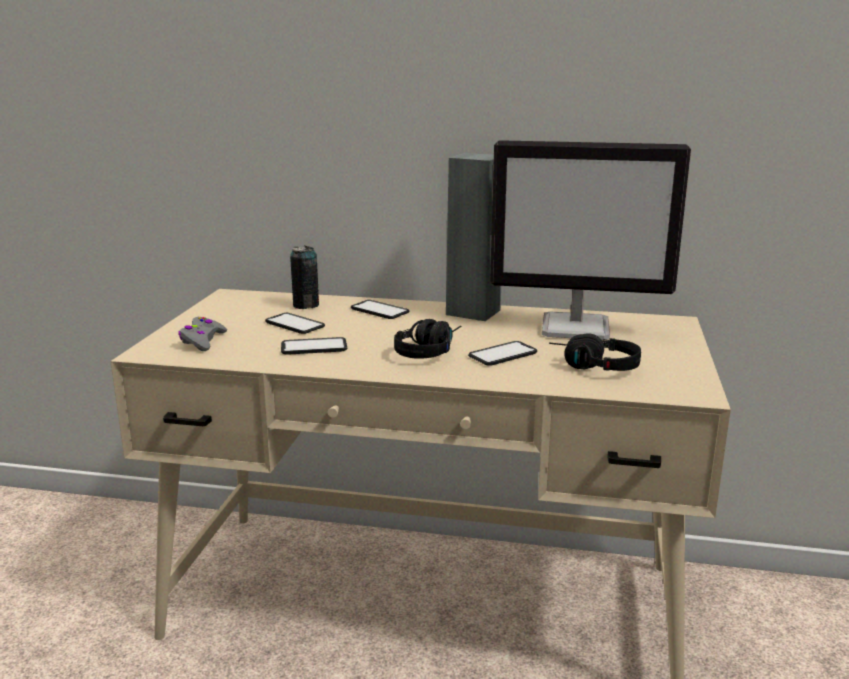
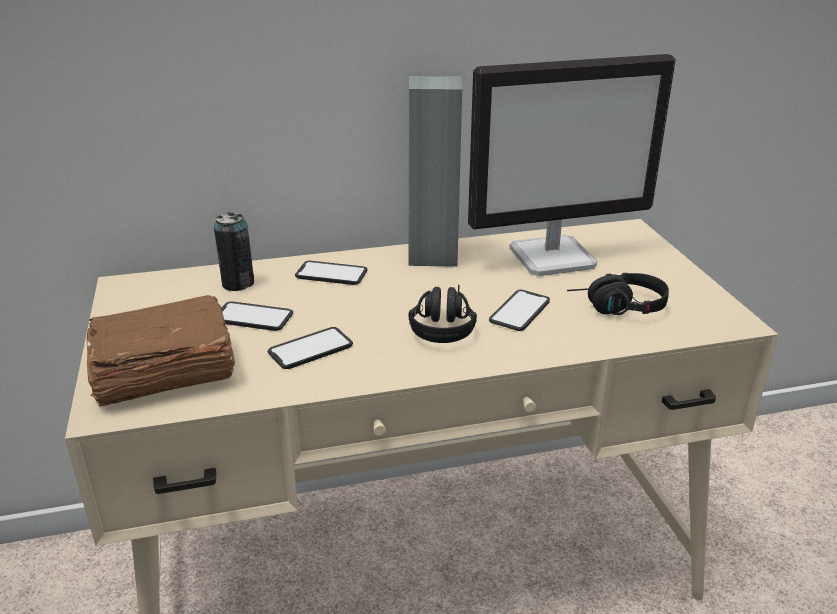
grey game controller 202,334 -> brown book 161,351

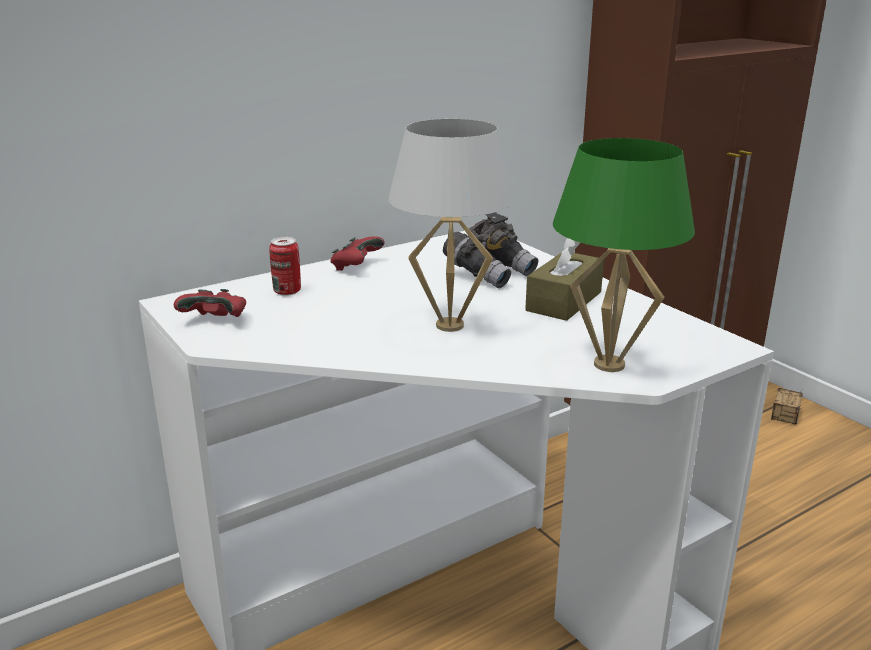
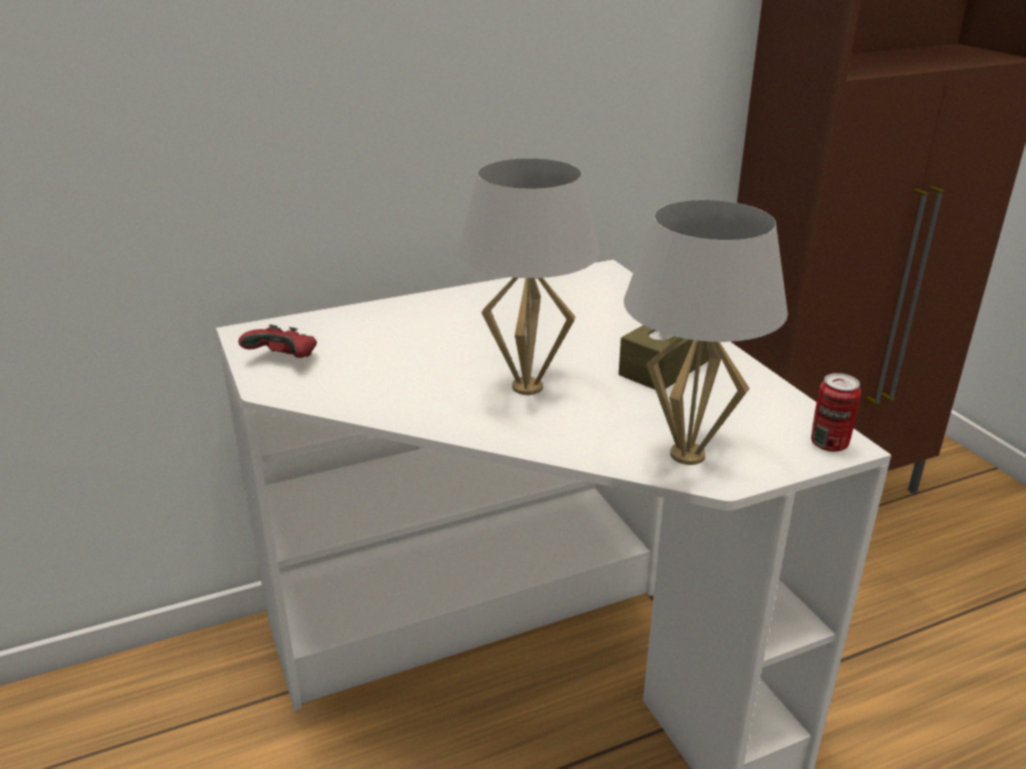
can 285,266 -> can 836,412, shifted
red game controller 357,253 -> none
grey binoculars 490,250 -> none
green table lamp 624,255 -> white table lamp 706,332
storage box 787,406 -> none

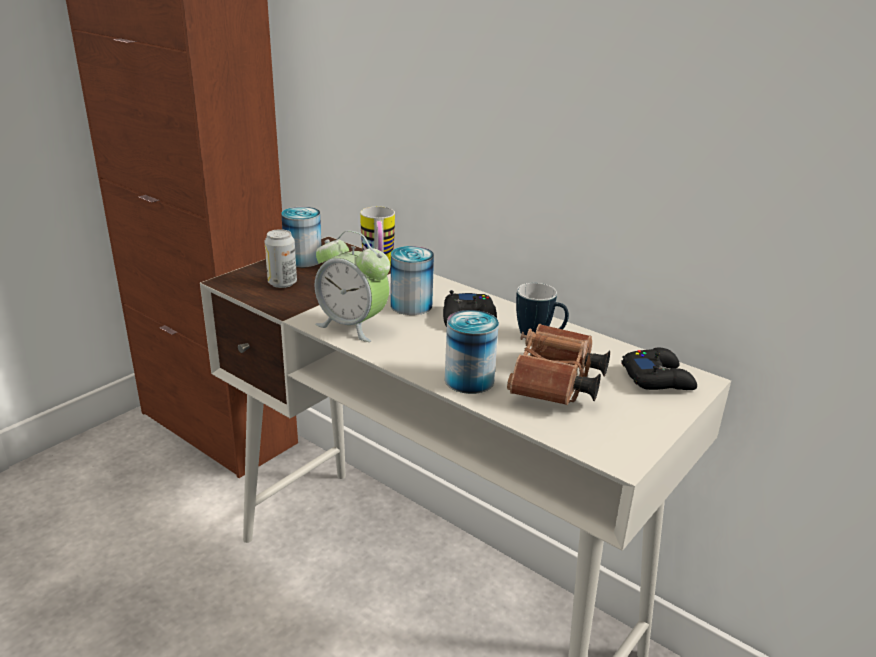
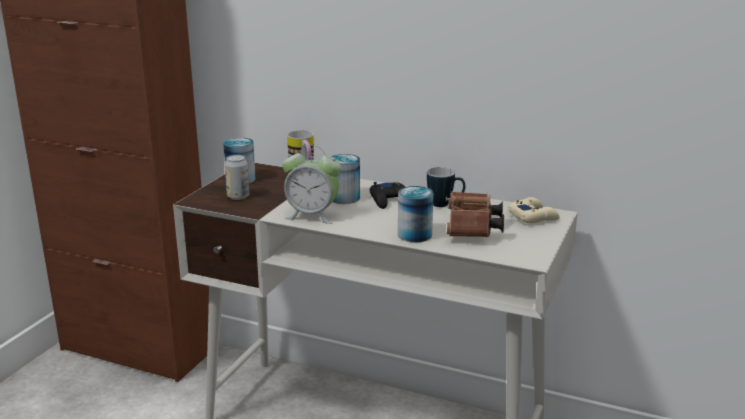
black game controller 659,369 -> beige game controller 534,210

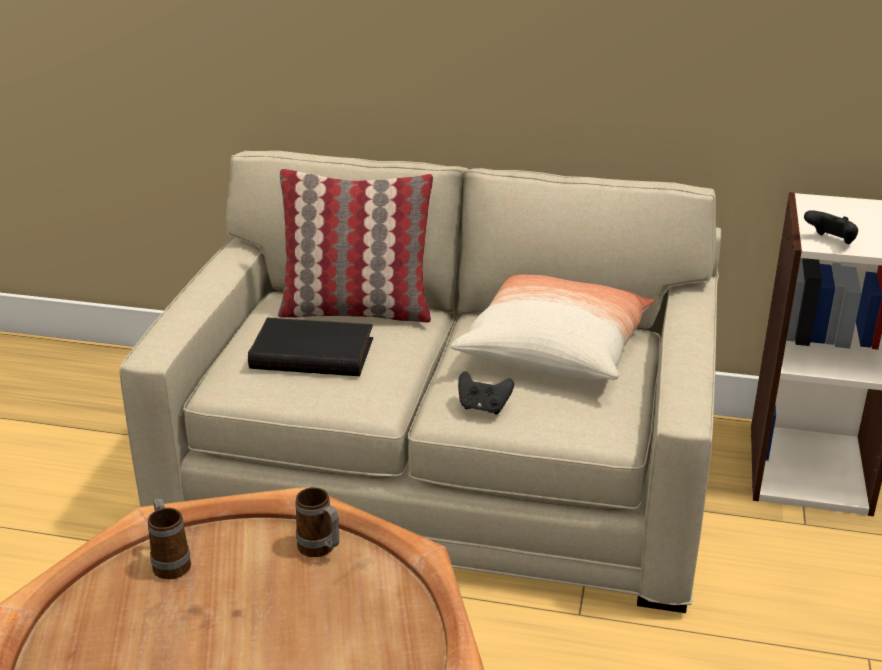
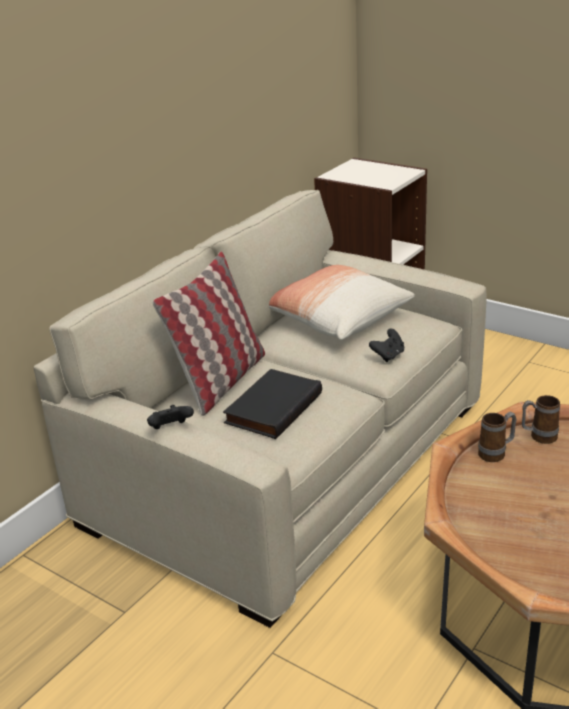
mug 169,538 -> mug 541,419, shifted
black game controller 831,227 -> black game controller 170,417, shifted

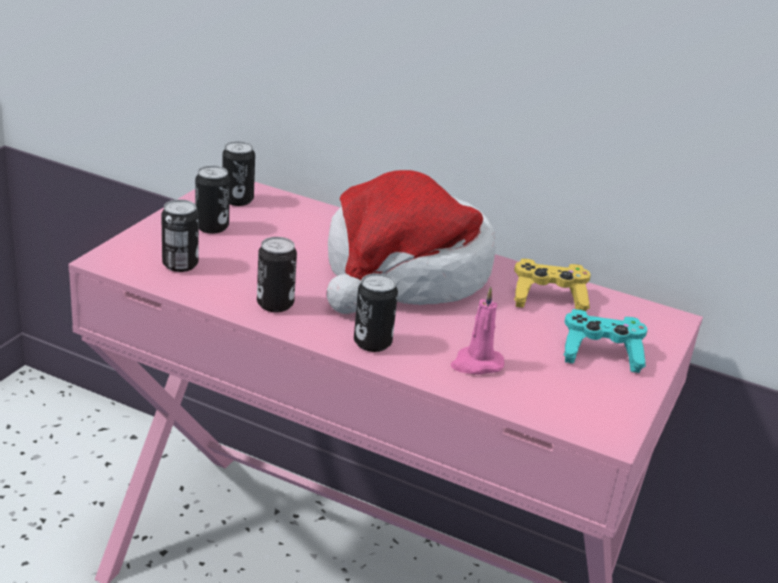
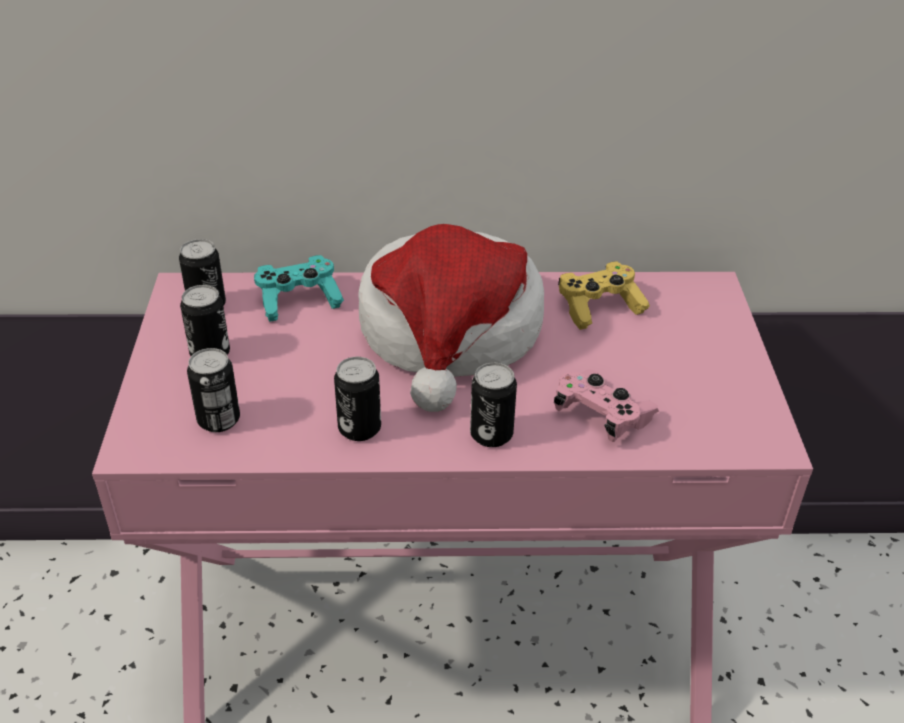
pink candle 478,331 -> pink game controller 606,405
turquoise game controller 605,341 -> turquoise game controller 299,288, shifted

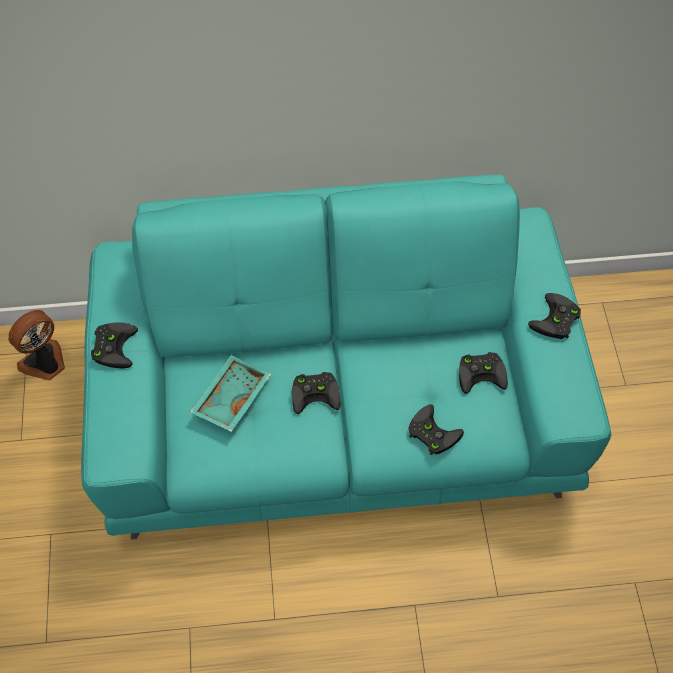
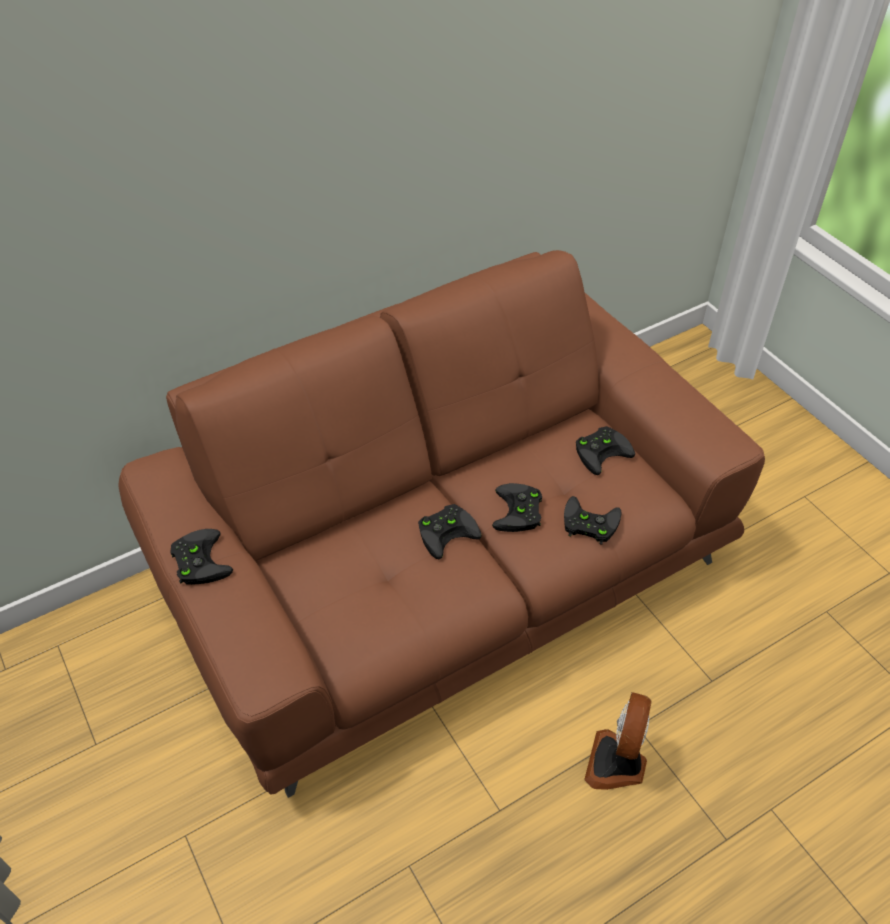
fan 36,345 -> fan 618,741, shifted
turquoise sofa 346,357 -> brown sofa 441,524
turquoise tray 230,393 -> none
black game controller 554,316 -> black game controller 517,507, shifted

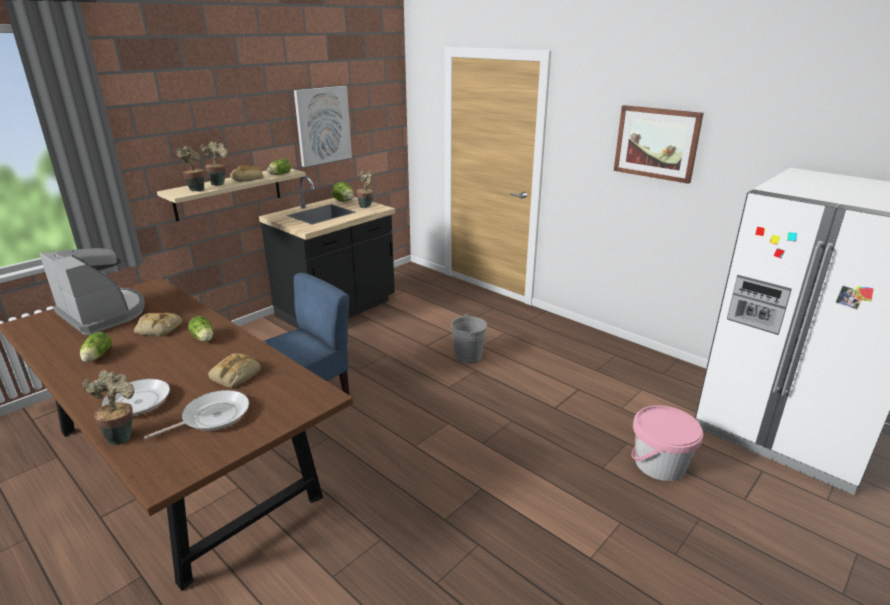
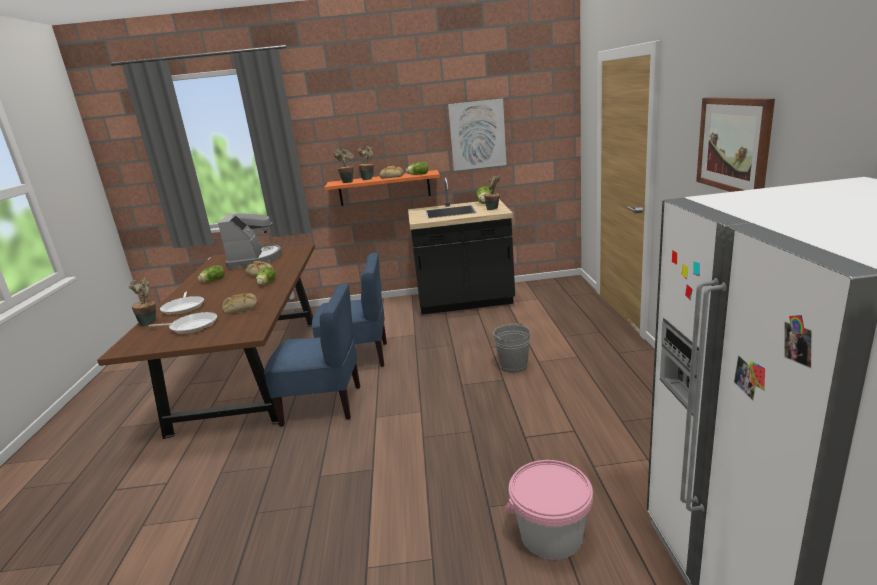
beige shelf 231,194 -> orange shelf 382,188
none -> blue chair 312,355

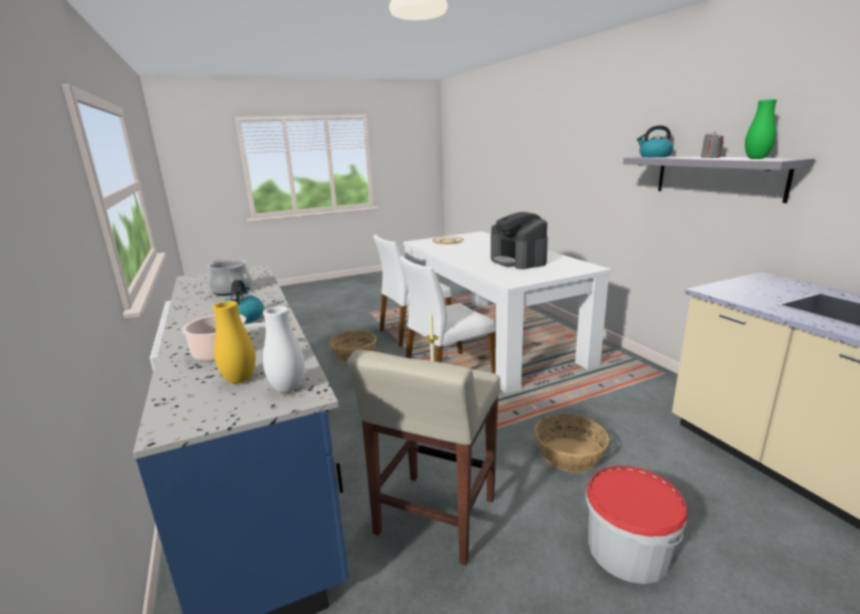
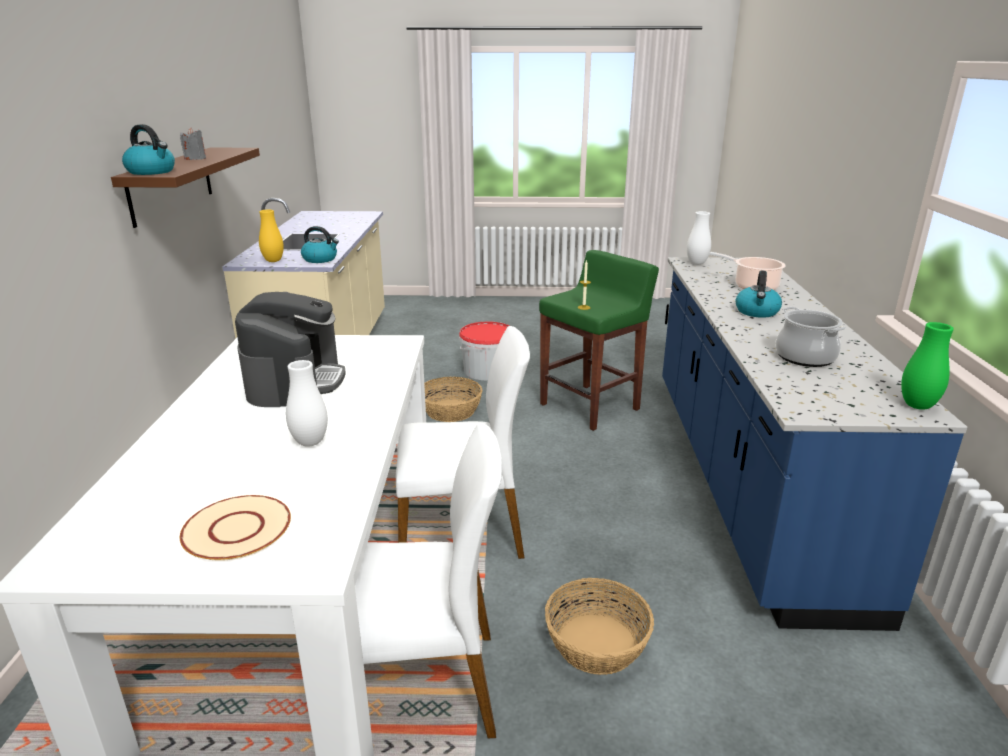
yellow vase 234,342 -> yellow vase 271,235, shifted
beige stool 423,457 -> green stool 599,340
grey shelf 719,179 -> brown shelf 185,188
green vase 761,129 -> green vase 927,366, shifted
none -> white vase 307,403
none -> kettle 320,244

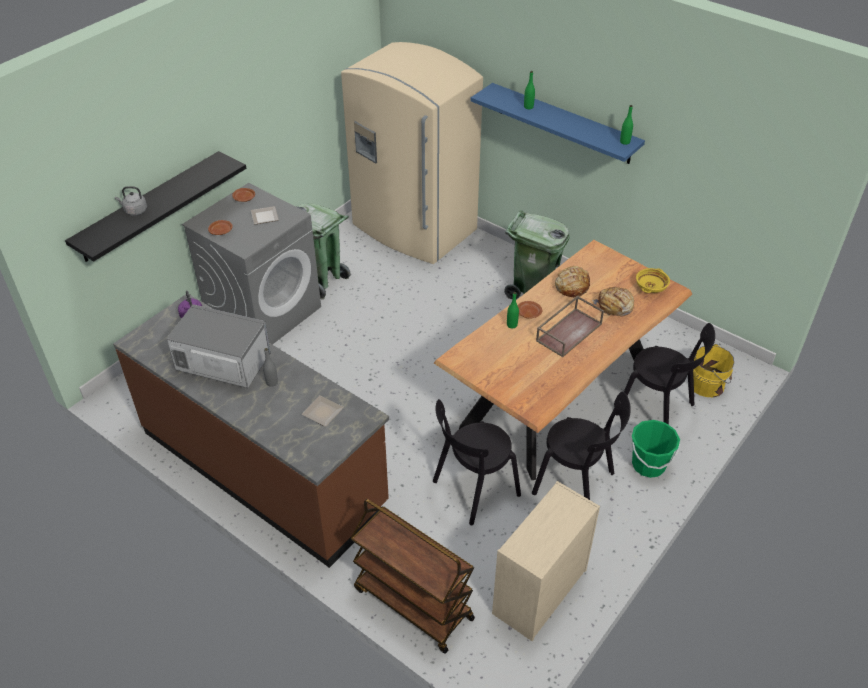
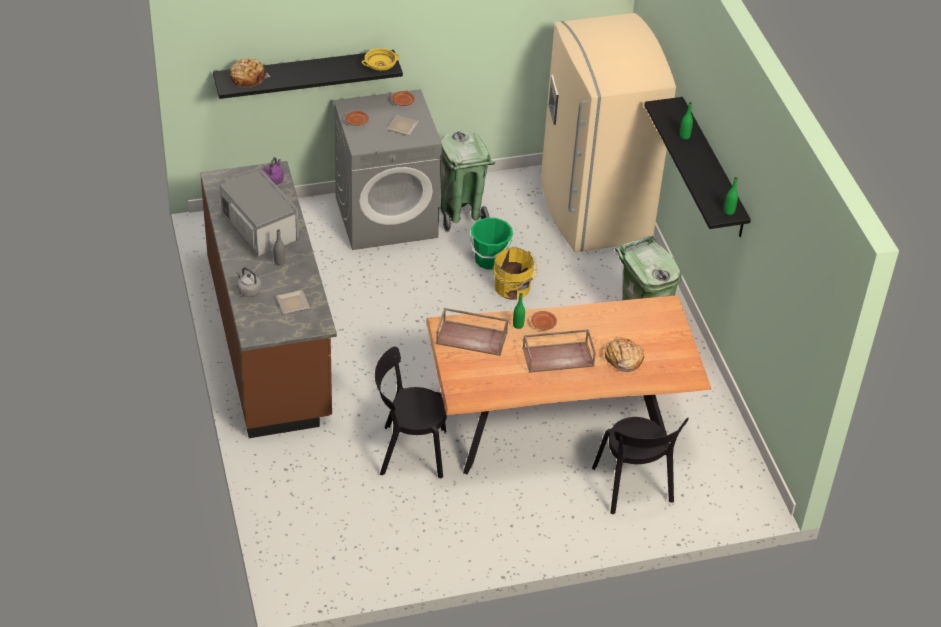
grey kettle 131,201 -> grey kettle 248,282, shifted
brown cart 412,576 -> none
blue shelf 558,123 -> black shelf 697,167
beige dresser 546,561 -> none
black chair 581,446 -> none
bread 572,281 -> bread 250,73, shifted
green bucket 656,449 -> green bucket 491,243, shifted
yellow bowl 653,280 -> yellow bowl 381,59, shifted
yellow bucket 713,370 -> yellow bucket 515,274, shifted
none -> brown tray 472,332

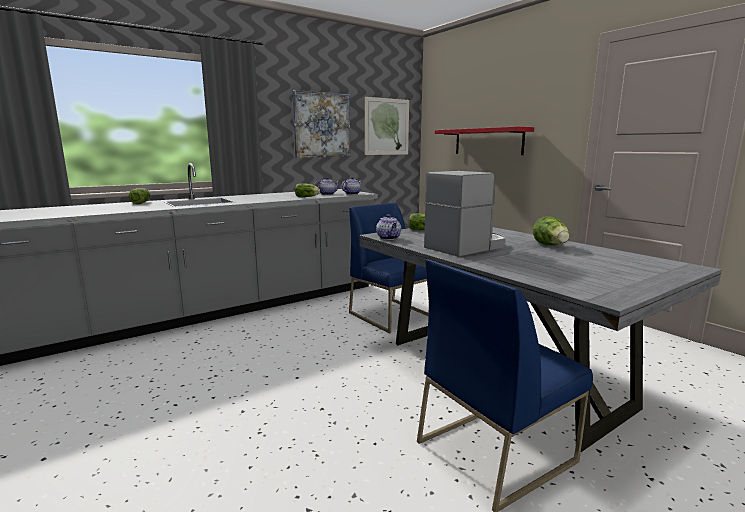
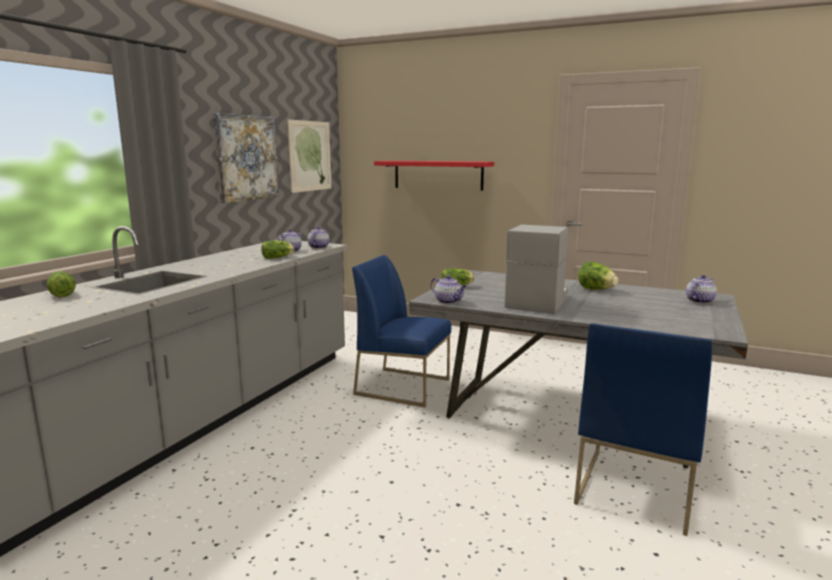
none -> teapot 701,289

